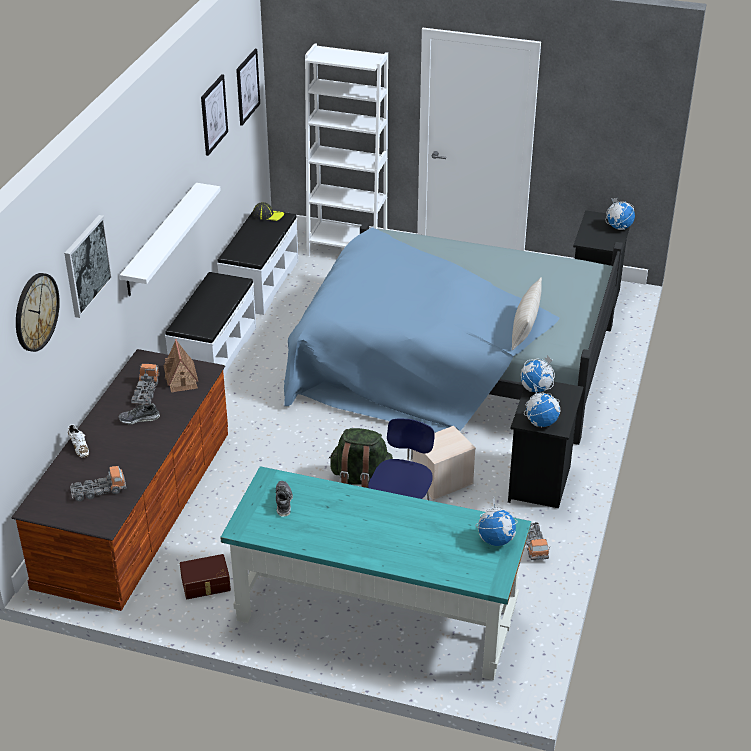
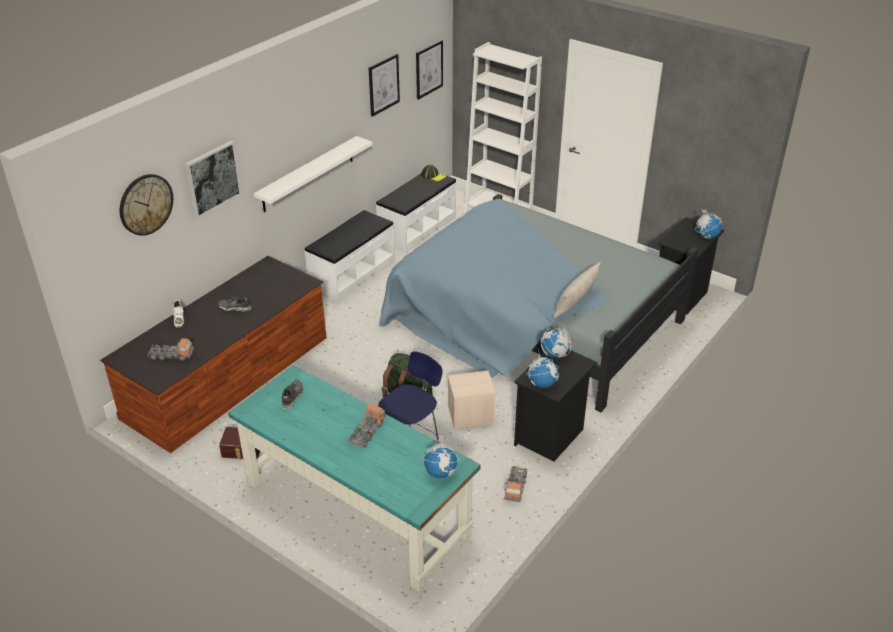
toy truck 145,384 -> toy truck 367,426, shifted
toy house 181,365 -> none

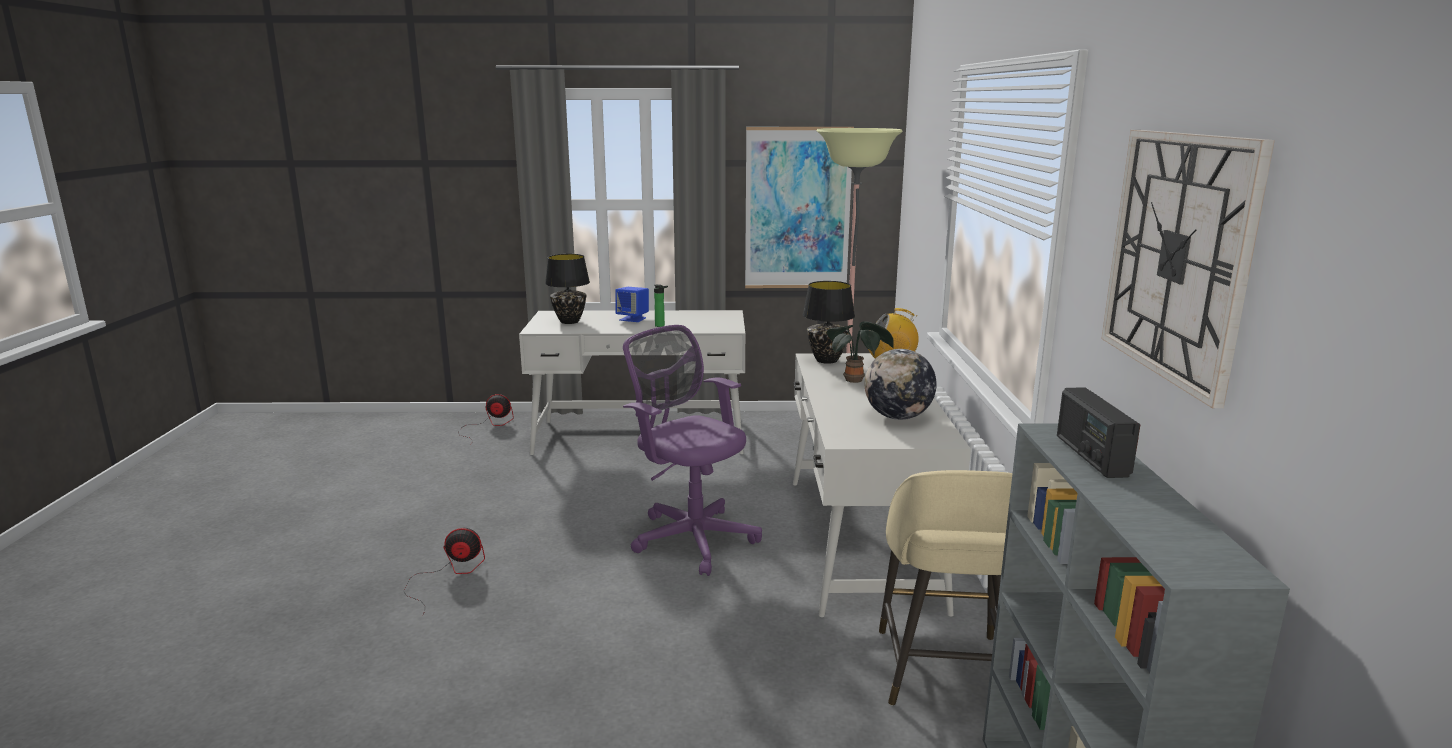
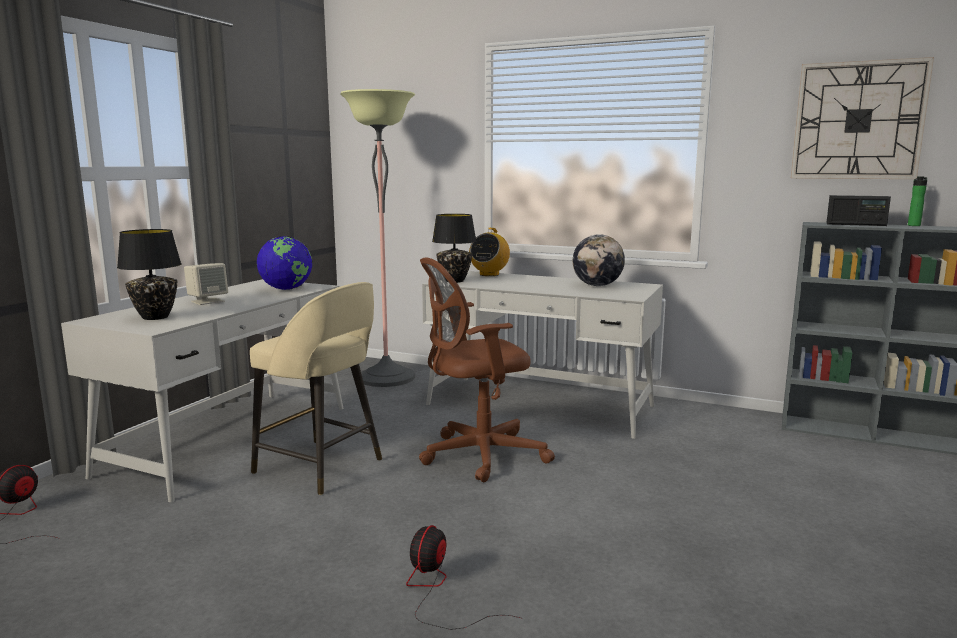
blue speaker 632,304 -> beige speaker 206,284
purple office chair 692,450 -> brown office chair 487,369
bottle 661,305 -> bottle 917,201, shifted
picture 799,207 -> none
potted plant 860,352 -> none
beige stool 946,587 -> beige stool 316,388, shifted
none -> globe 284,263

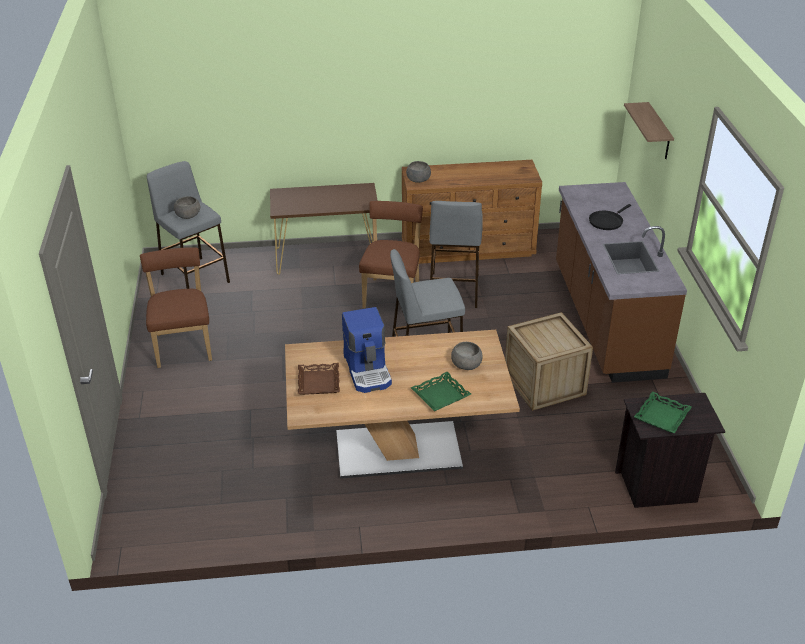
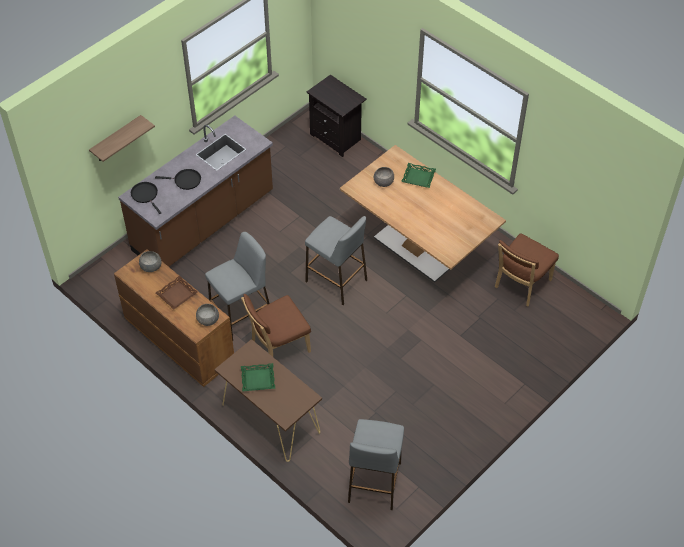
brown chair 176,307 -> brown chair 527,270, shifted
grey bowl 187,207 -> grey bowl 150,261, shifted
brown tray 319,379 -> brown tray 177,293, shifted
coffee machine 367,350 -> none
crate 549,361 -> none
green tray 663,412 -> green tray 258,377, shifted
none -> black frying pan 146,198

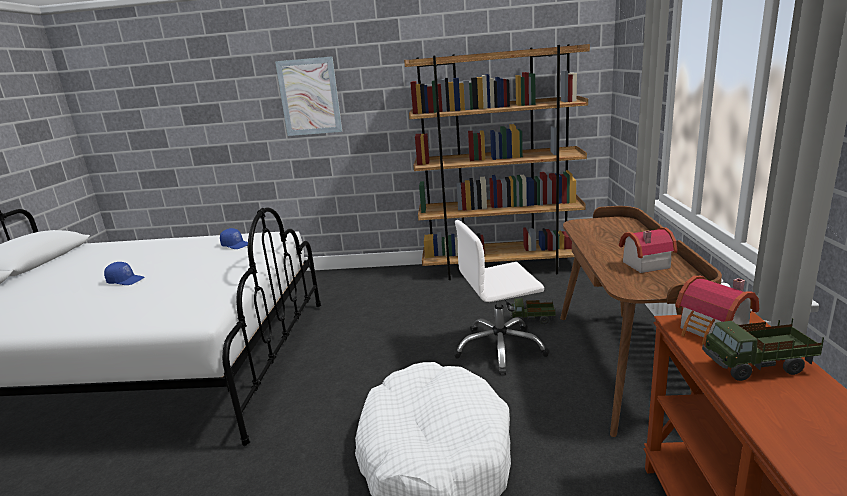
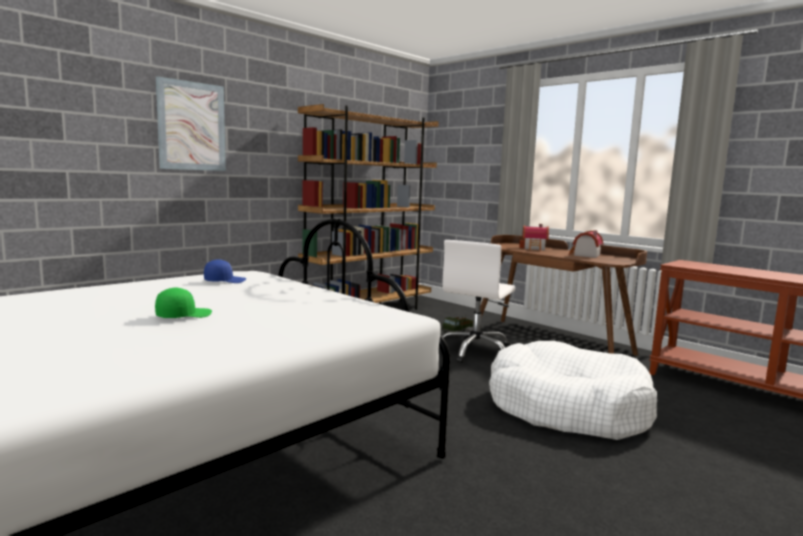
blue cap 124,273 -> green cap 183,302
toy house 717,310 -> toy house 534,237, shifted
toy truck 763,349 -> none

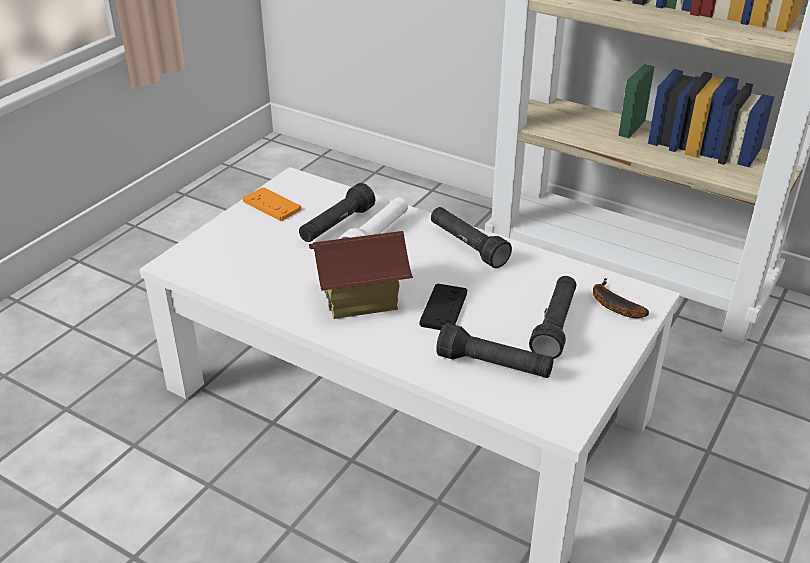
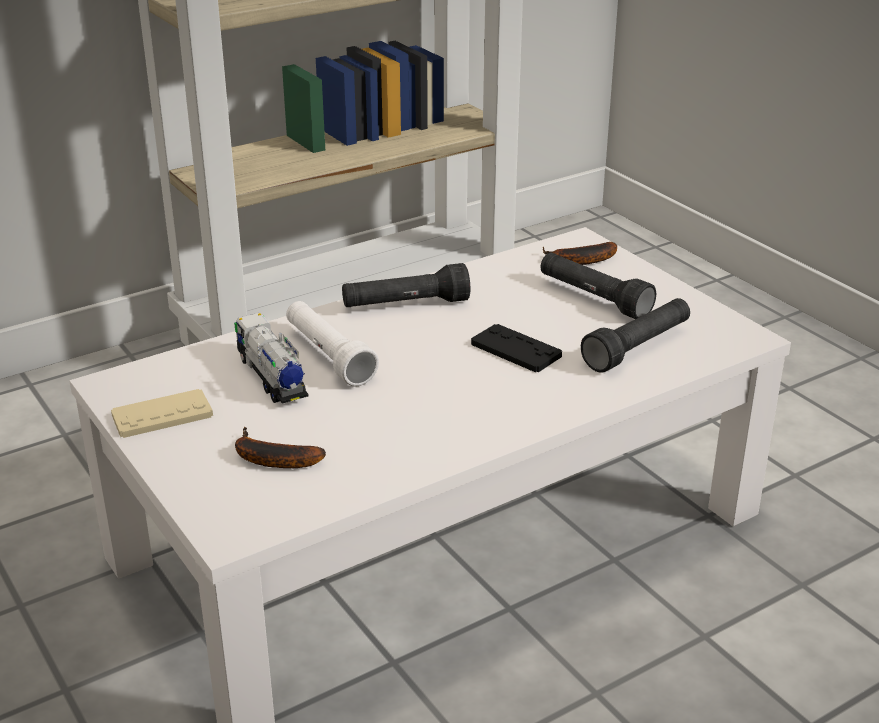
orange game controller 272,204 -> beige game controller 162,413
black flashlight 337,212 -> toy truck 271,358
toy house 361,275 -> none
none -> banana 280,447

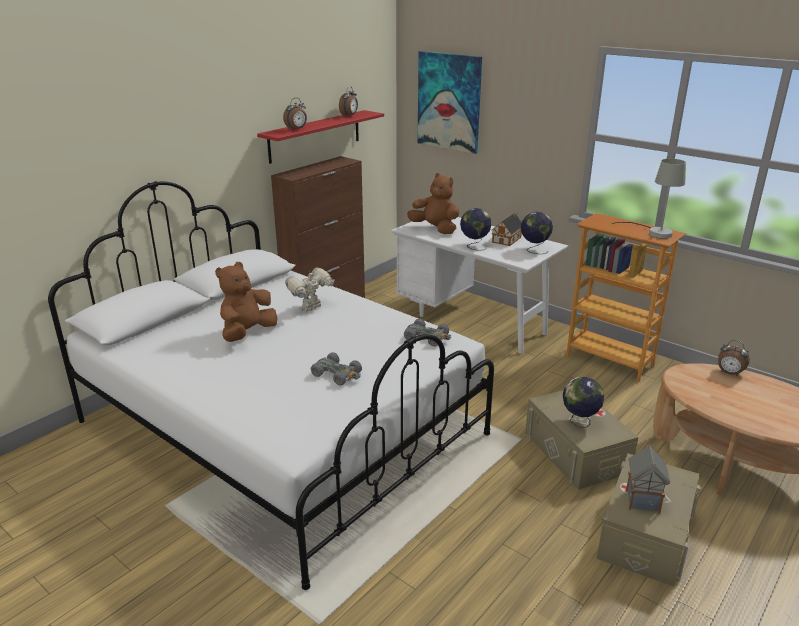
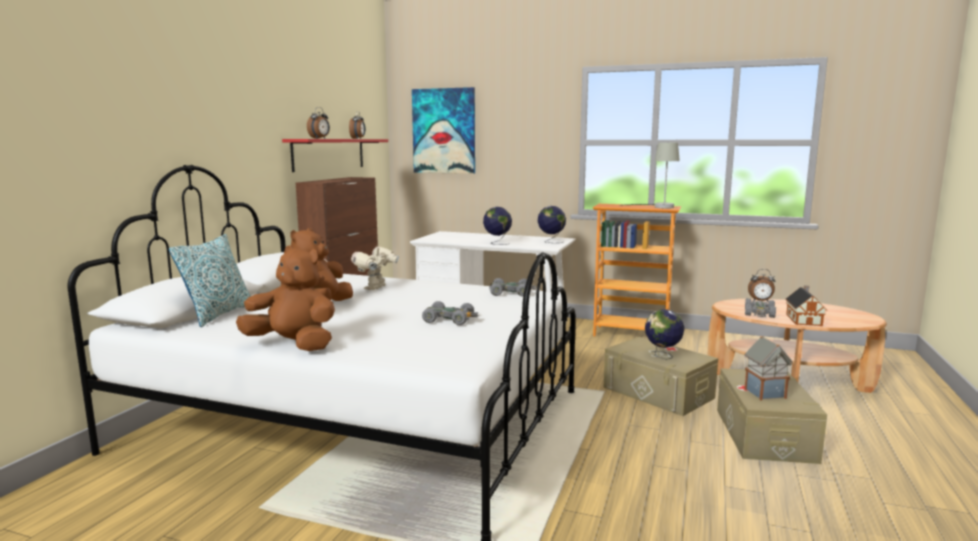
brown plush toy 433,203 -> brown plush toy 285,298, shifted
toy house 507,229 -> toy house 806,306, shifted
none -> pillow 210,280
none -> grey toy car 760,308

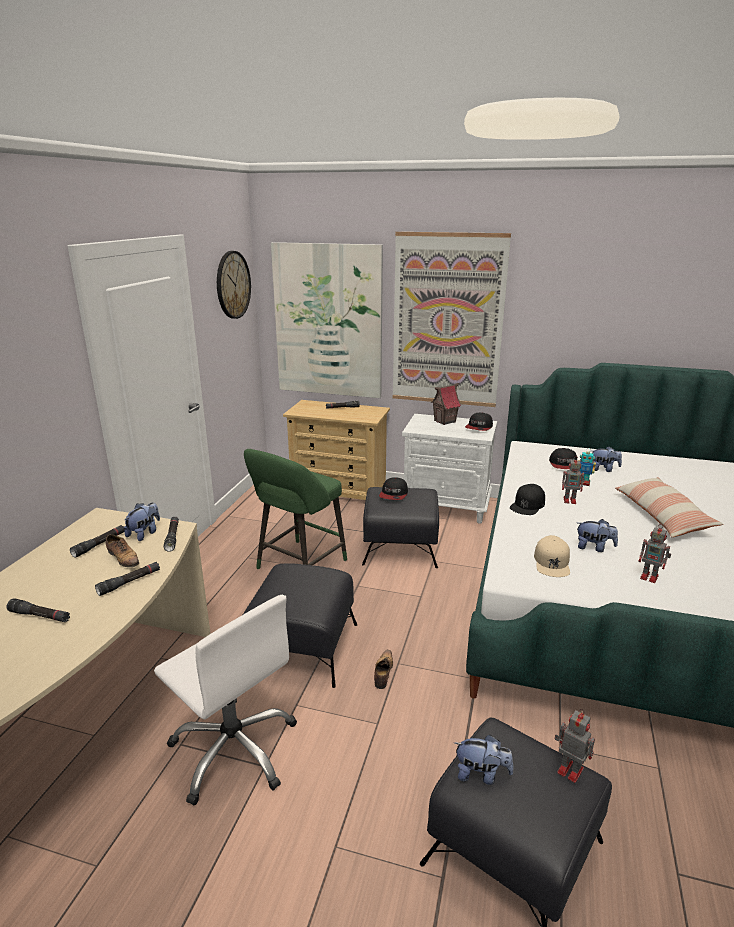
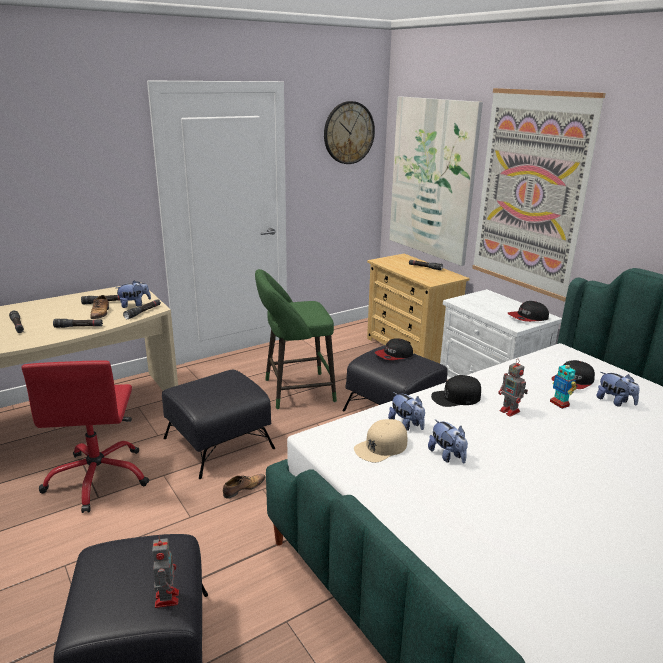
white office chair 225,700 -> red office chair 85,437
toy house 446,404 -> none
plush toy 484,760 -> plush toy 406,411, shifted
pillow 669,507 -> none
toy robot 654,553 -> none

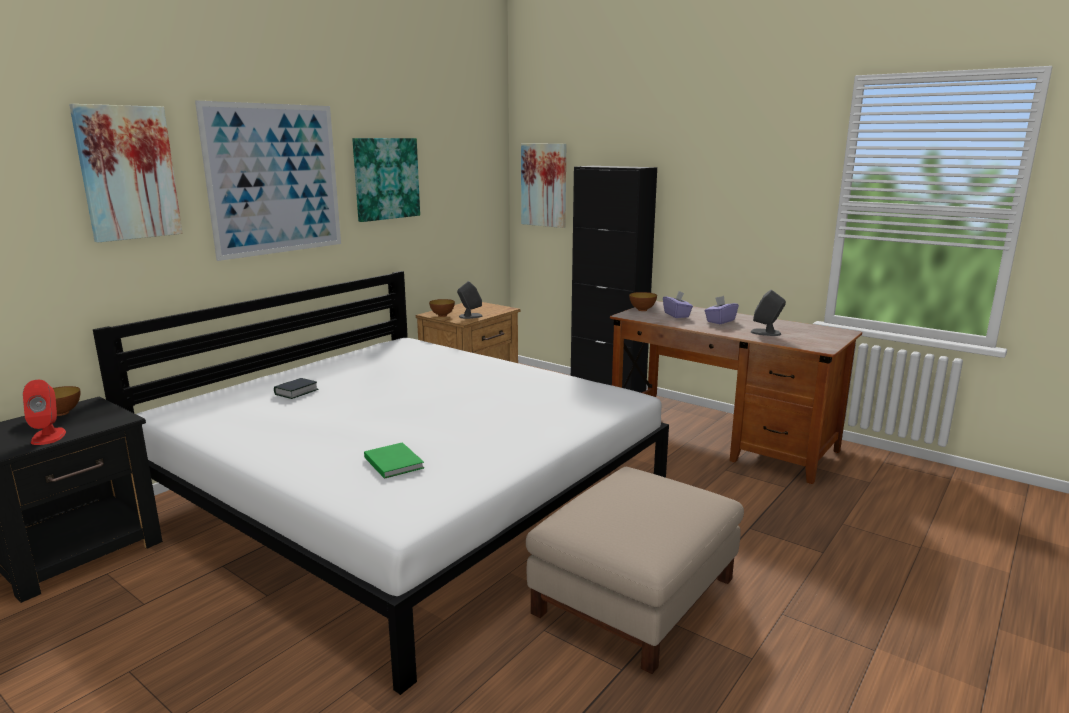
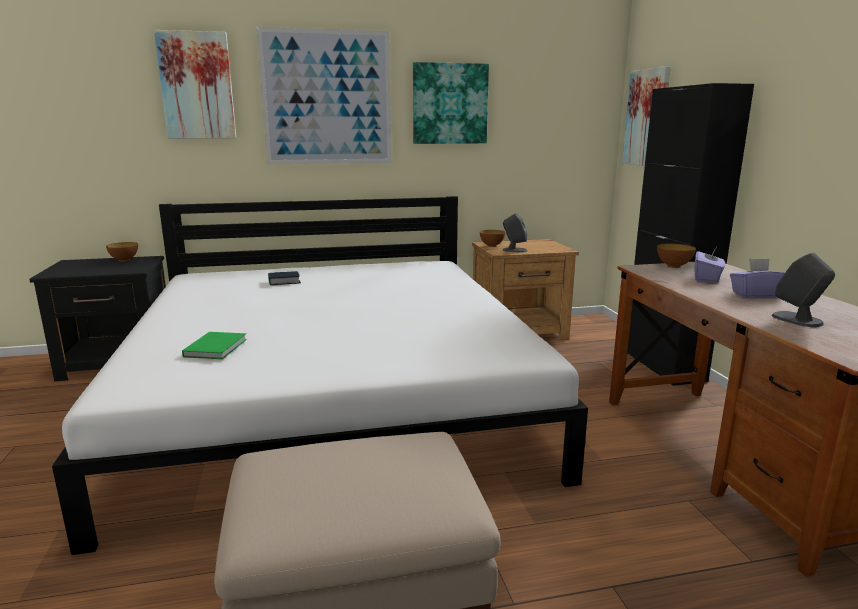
red speaker 44,412 -> none

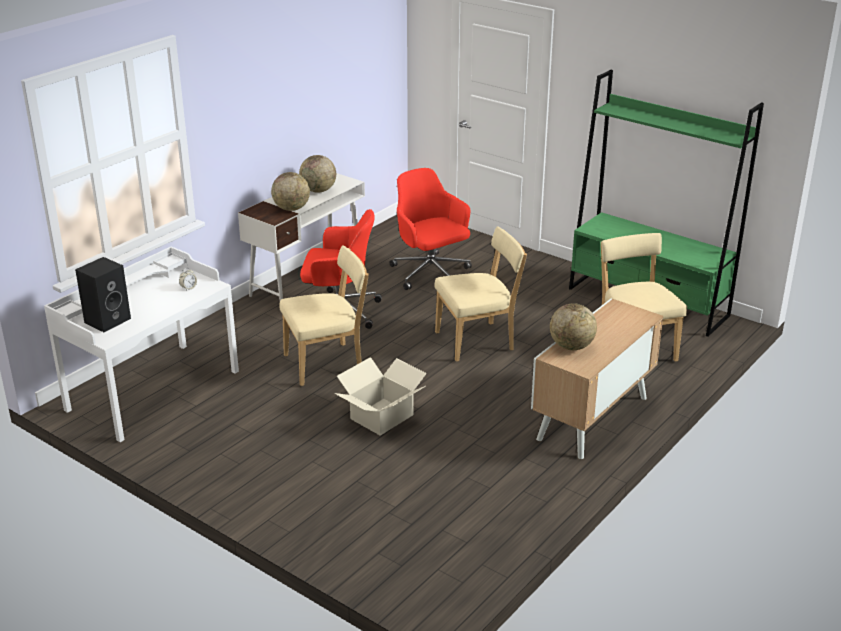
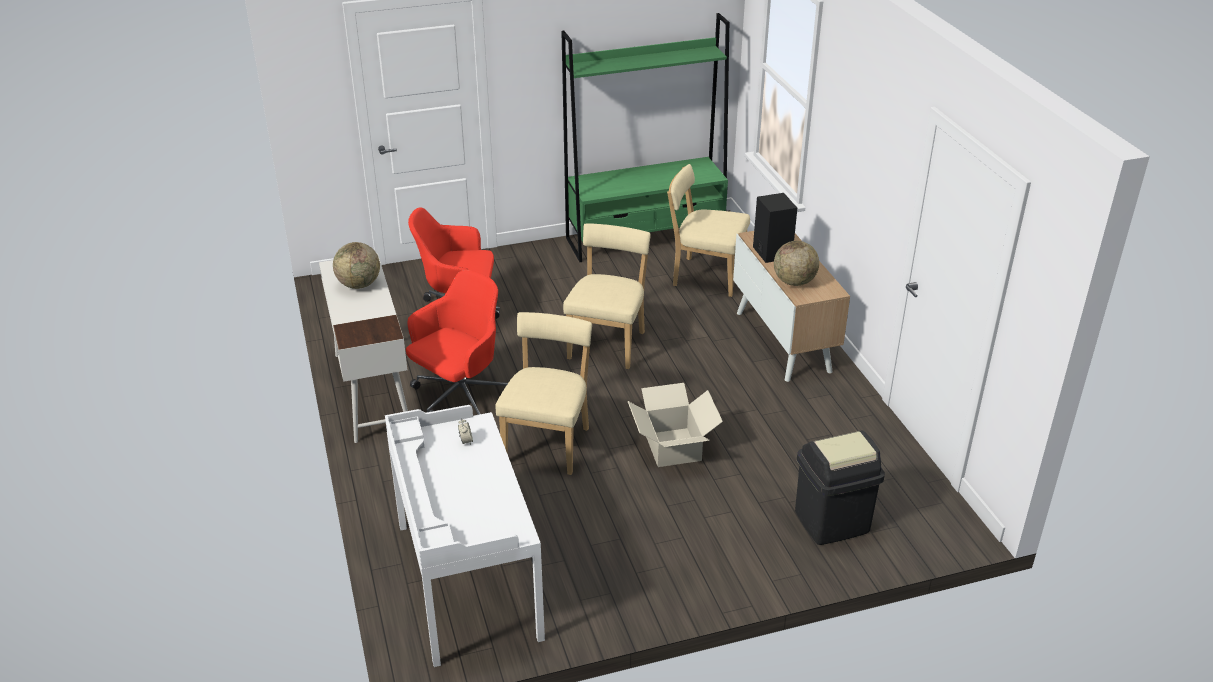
black speaker 103,294 -> black speaker 775,228, shifted
globe 290,191 -> none
none -> black trash can 840,488

